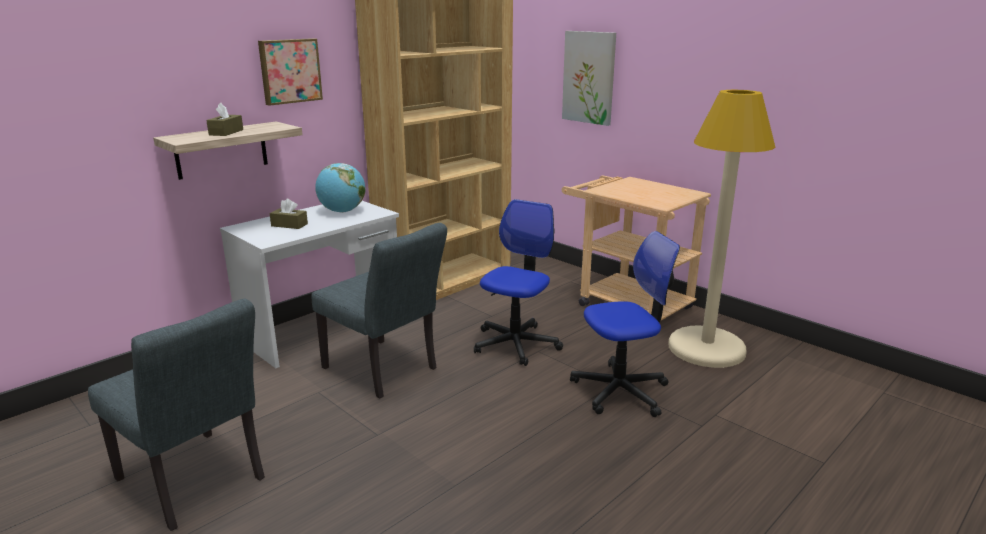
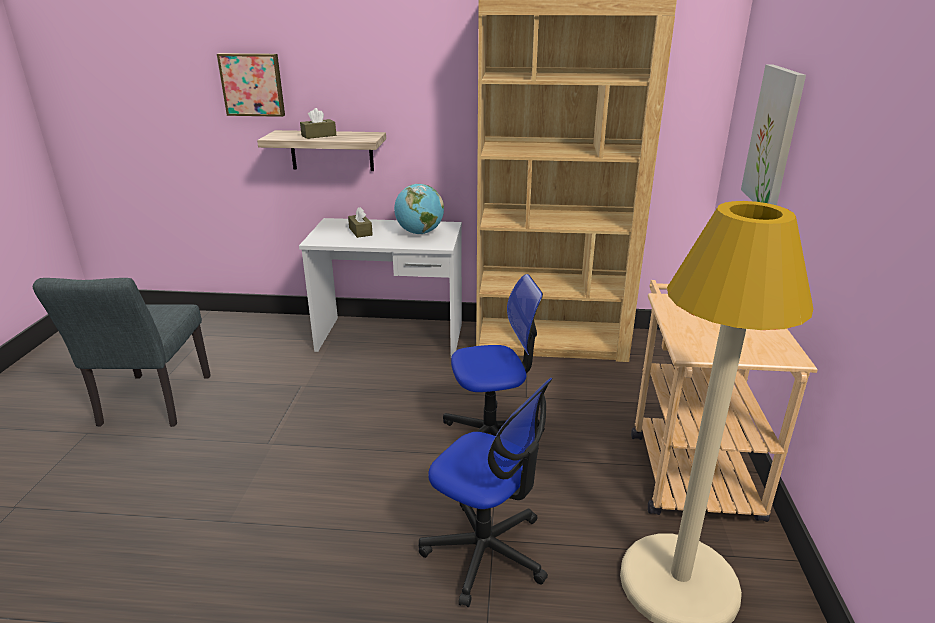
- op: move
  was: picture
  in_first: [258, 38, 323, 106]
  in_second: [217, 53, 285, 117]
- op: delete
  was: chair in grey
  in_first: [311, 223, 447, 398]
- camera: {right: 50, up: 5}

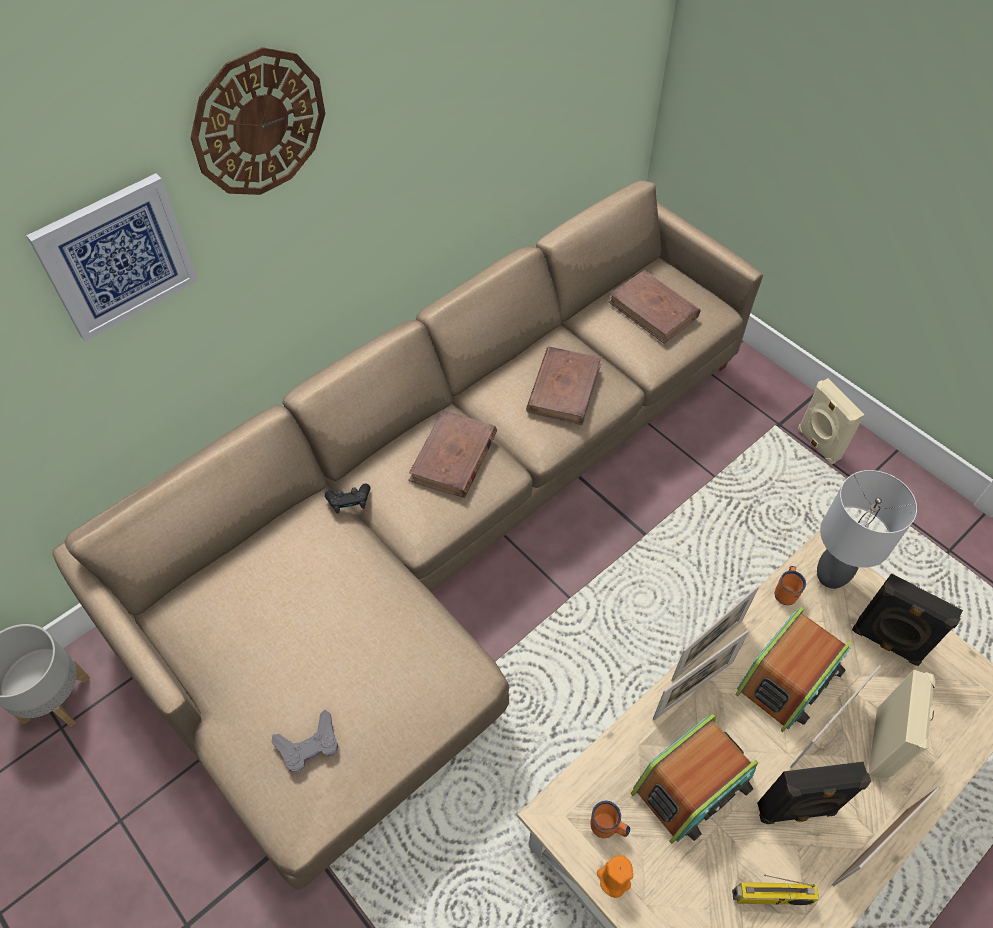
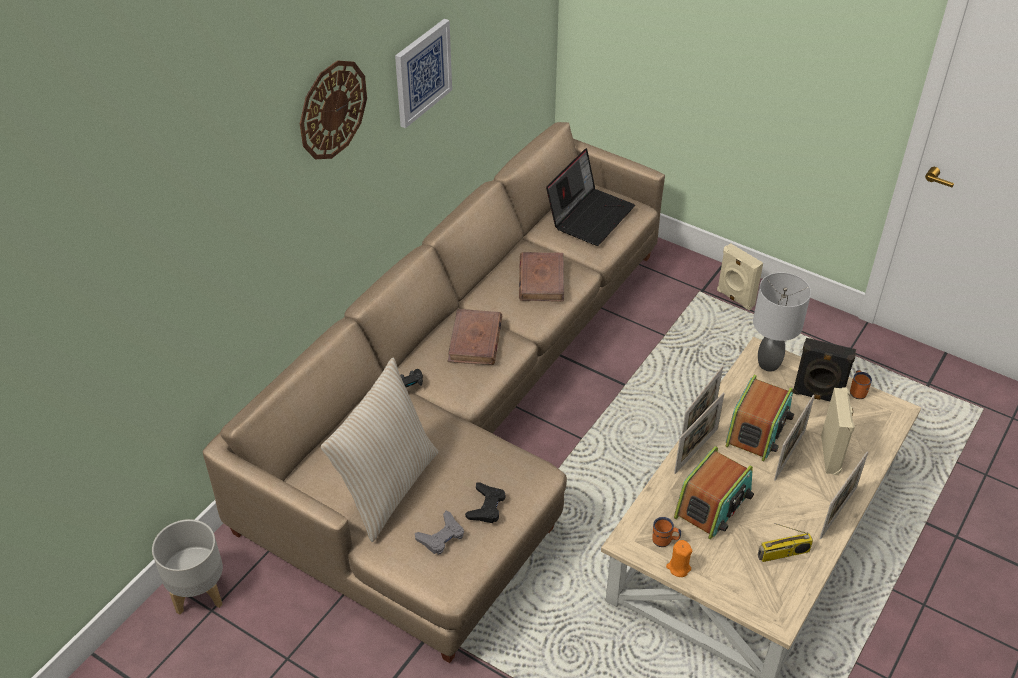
- op: move
  was: picture
  in_first: [26, 173, 198, 342]
  in_second: [395, 19, 452, 128]
- op: replace
  was: book in brown
  now: laptop
  in_first: [609, 270, 700, 343]
  in_second: [546, 148, 635, 246]
- op: delete
  was: speaker in black
  in_first: [757, 762, 871, 824]
- op: move
  was: mug in orange
  in_first: [775, 566, 806, 605]
  in_second: [850, 370, 872, 399]
- op: insert
  now: pillow in beige
  in_second: [321, 358, 439, 542]
- op: insert
  now: game controller in black
  in_second: [465, 482, 505, 523]
- camera: {right: -15, up: -10}

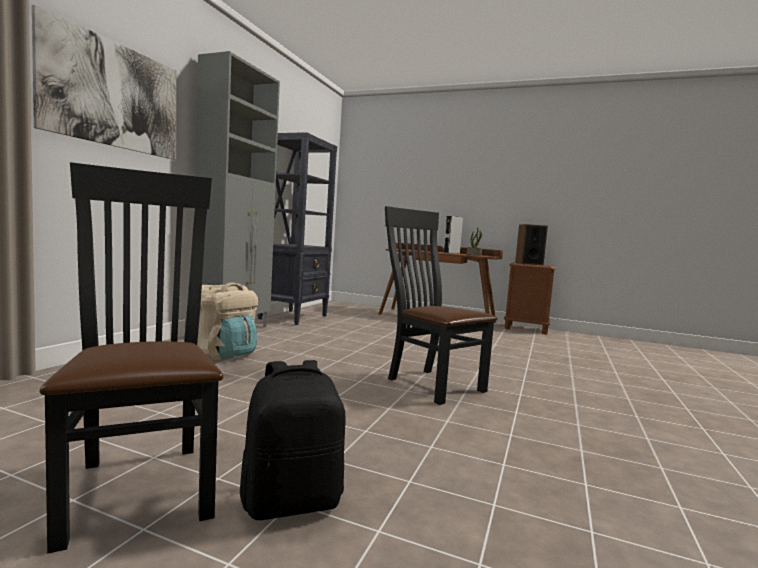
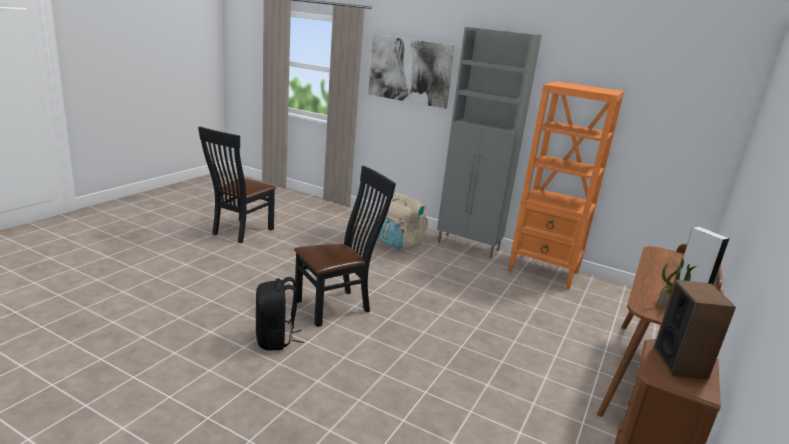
- op: rotate
  was: chair in black
  in_first: [40, 162, 223, 554]
  in_second: [198, 127, 276, 243]
  clockwise: 135
- op: move
  was: backpack in black
  in_first: [240, 360, 345, 520]
  in_second: [256, 277, 303, 350]
- op: recolor
  was: bookcase in black
  now: bookcase in orange
  in_first: [257, 132, 337, 325]
  in_second: [509, 81, 624, 289]
- camera: {right: 95, up: 15}

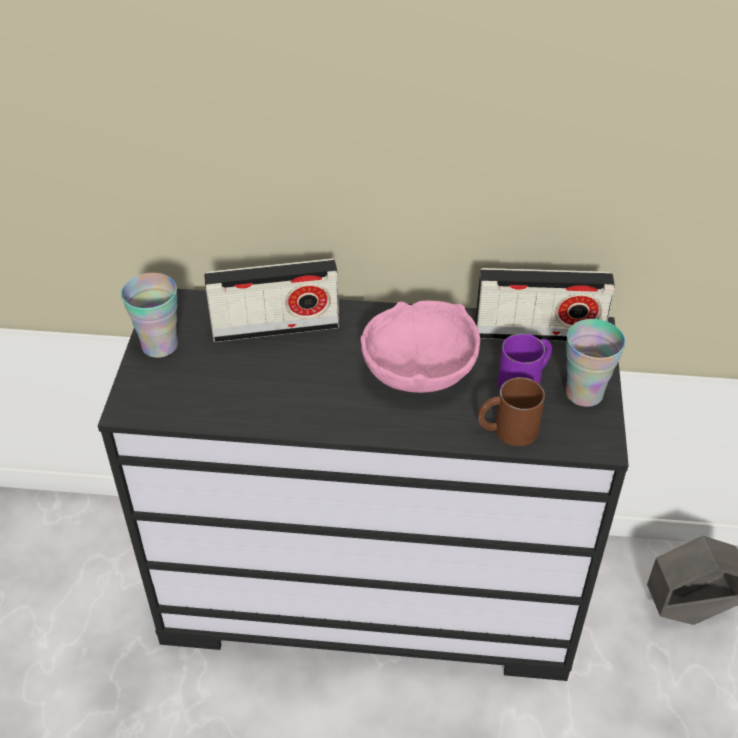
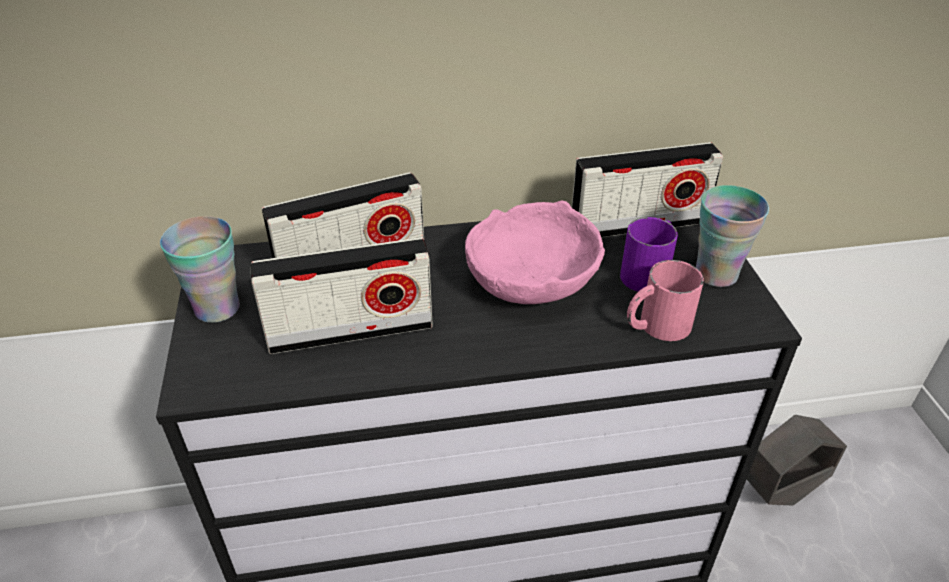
- op: recolor
  was: mug in brown
  now: mug in pink
  in_first: [478, 377, 545, 446]
  in_second: [627, 260, 704, 341]
- op: insert
  now: radio
  in_second: [250, 237, 433, 354]
- camera: {right: -15, up: -5}

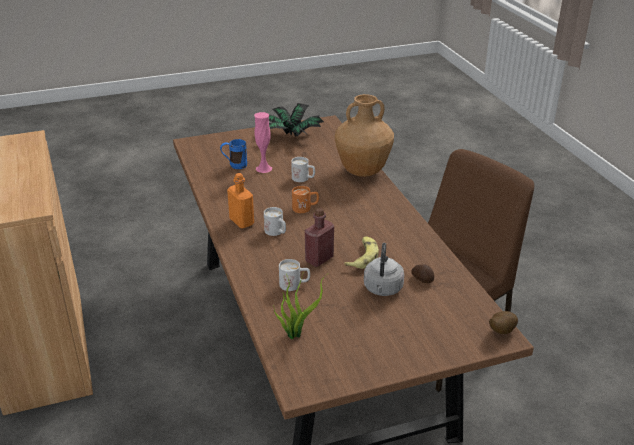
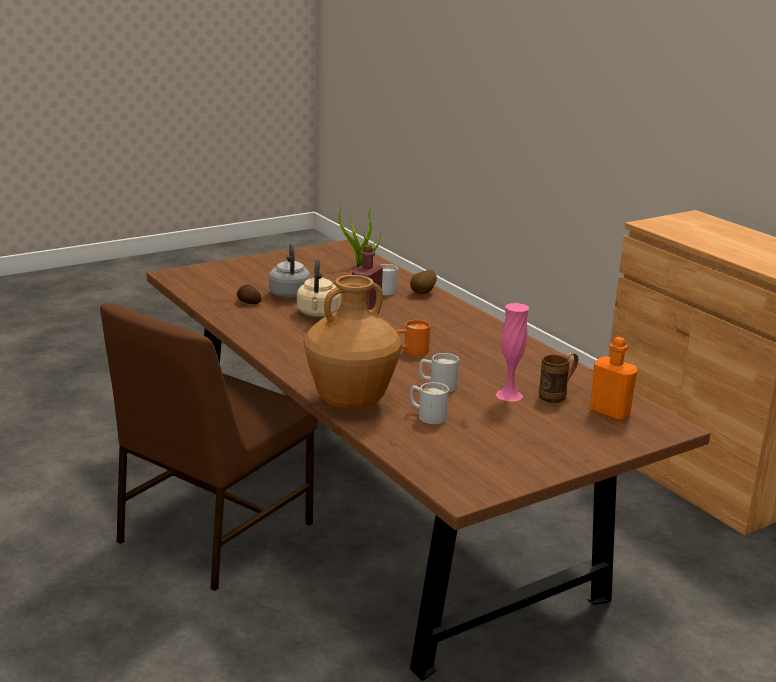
- op: recolor
  was: mug in blue
  now: mug in brown
  in_first: [220, 139, 247, 169]
  in_second: [539, 352, 579, 403]
- op: move
  was: bottle in orange
  in_first: [227, 173, 254, 229]
  in_second: [590, 337, 638, 421]
- op: move
  was: mug in white
  in_first: [264, 207, 286, 236]
  in_second: [410, 382, 449, 424]
- op: delete
  was: potted plant
  in_first: [269, 103, 324, 137]
- op: replace
  was: banana
  now: kettle in beige
  in_first: [344, 236, 379, 269]
  in_second: [297, 260, 341, 317]
- op: move
  was: potato
  in_first: [489, 311, 518, 334]
  in_second: [410, 270, 437, 294]
- camera: {right: 165, up: -10}

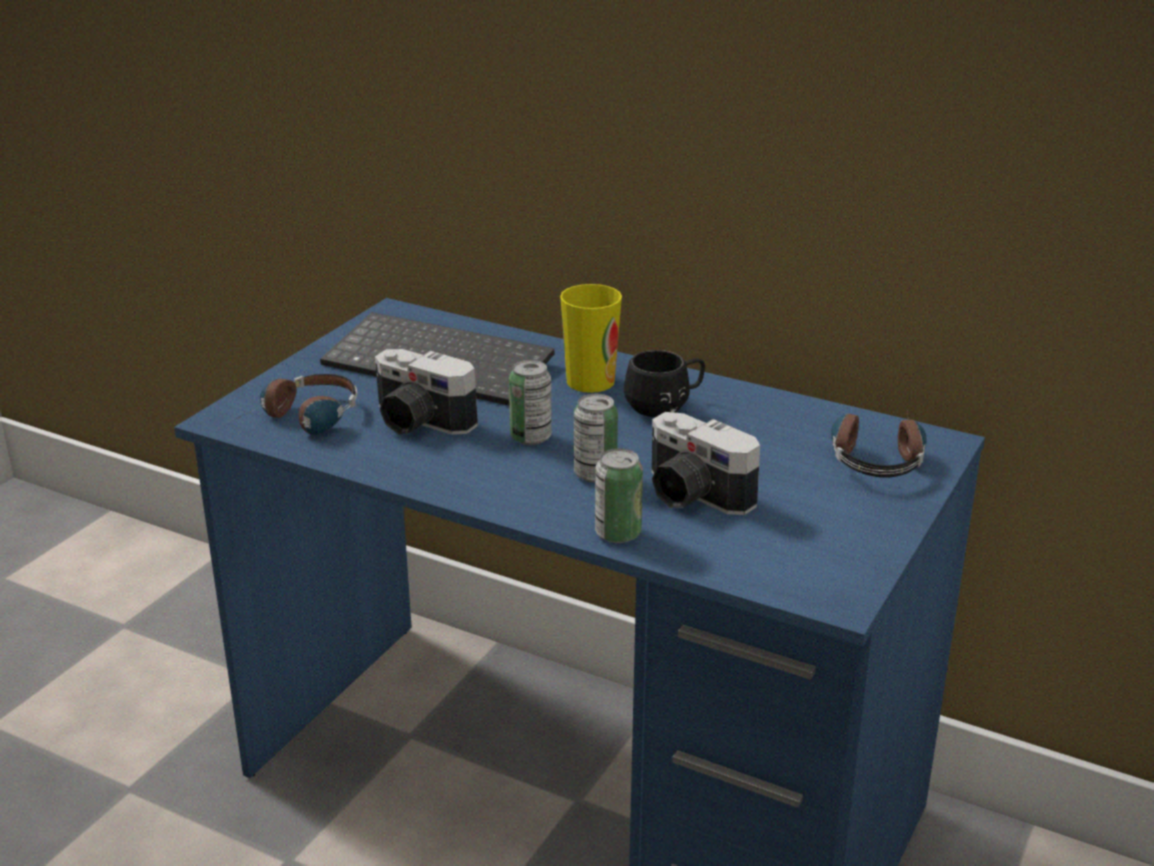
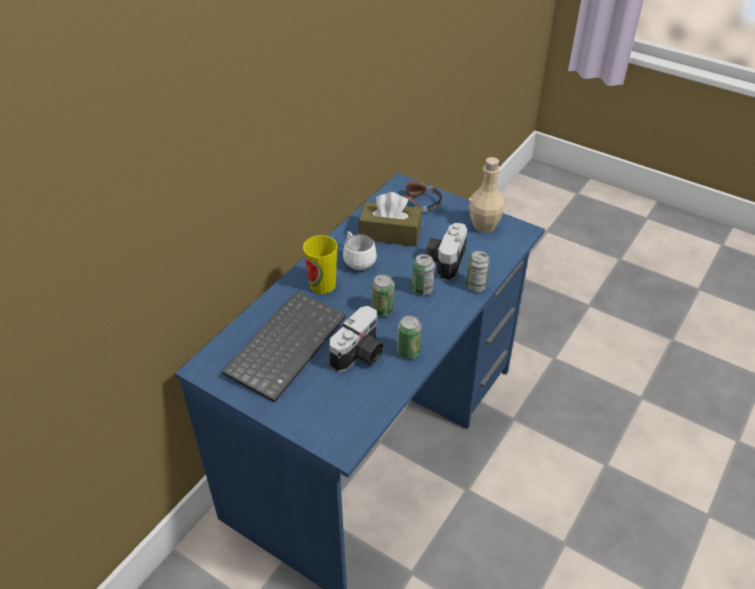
- op: delete
  was: headphones
  in_first: [234, 374, 357, 435]
- op: recolor
  was: mug in black
  now: mug in white
  in_first: [623, 350, 705, 417]
  in_second: [343, 231, 377, 270]
- op: rotate
  was: photo camera
  in_first: [652, 412, 760, 515]
  in_second: [426, 222, 467, 281]
  clockwise: 150
- op: insert
  now: tissue box in brown
  in_second: [359, 192, 422, 246]
- op: insert
  now: can
  in_second: [397, 315, 422, 359]
- op: insert
  now: bottle in beige
  in_second: [469, 157, 505, 233]
- camera: {right: -85, up: 15}

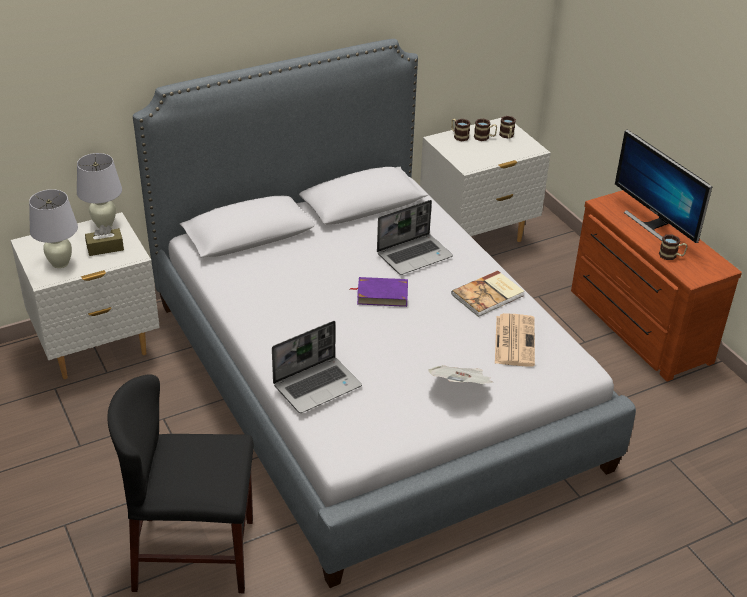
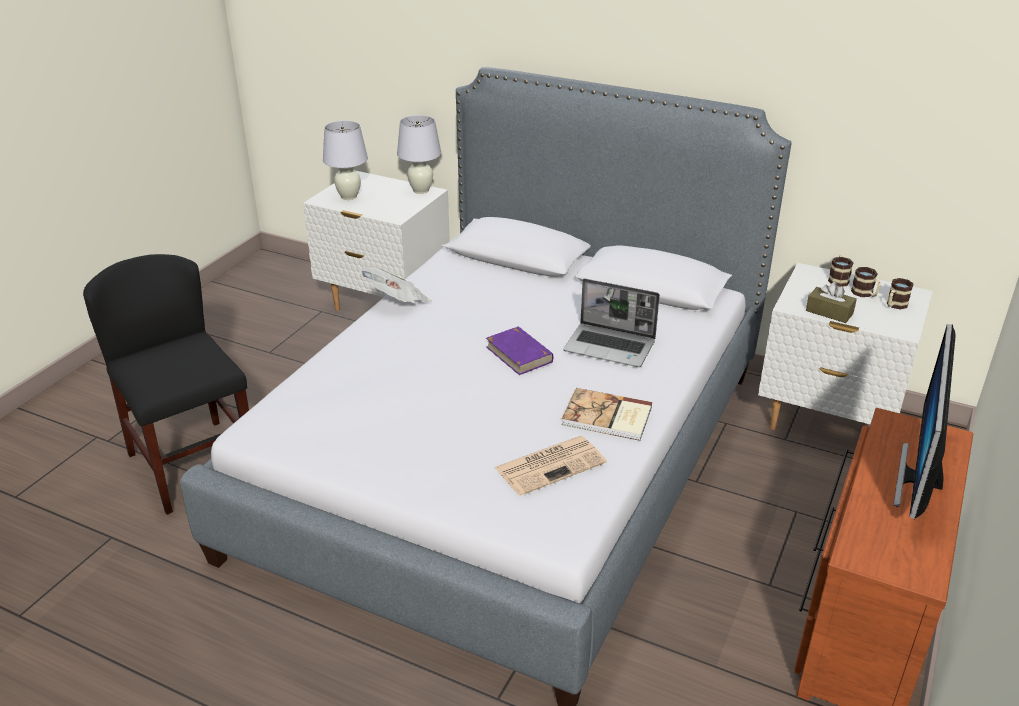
- op: move
  was: tissue box in brown
  in_first: [85, 225, 124, 256]
  in_second: [806, 282, 857, 323]
- op: delete
  was: laptop
  in_first: [272, 321, 362, 413]
- op: move
  was: newspaper
  in_first: [428, 365, 493, 384]
  in_second: [358, 266, 432, 303]
- op: delete
  was: mug
  in_first: [659, 235, 687, 260]
- camera: {right: 55, up: -5}

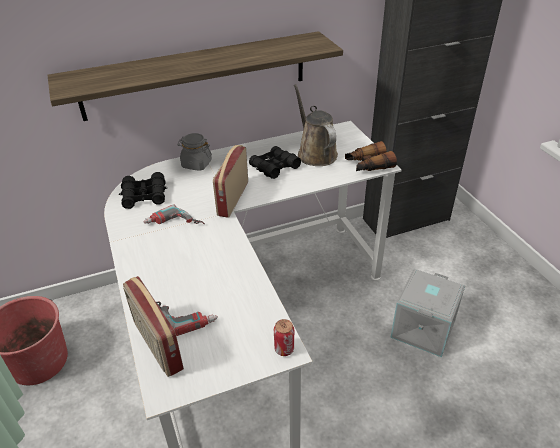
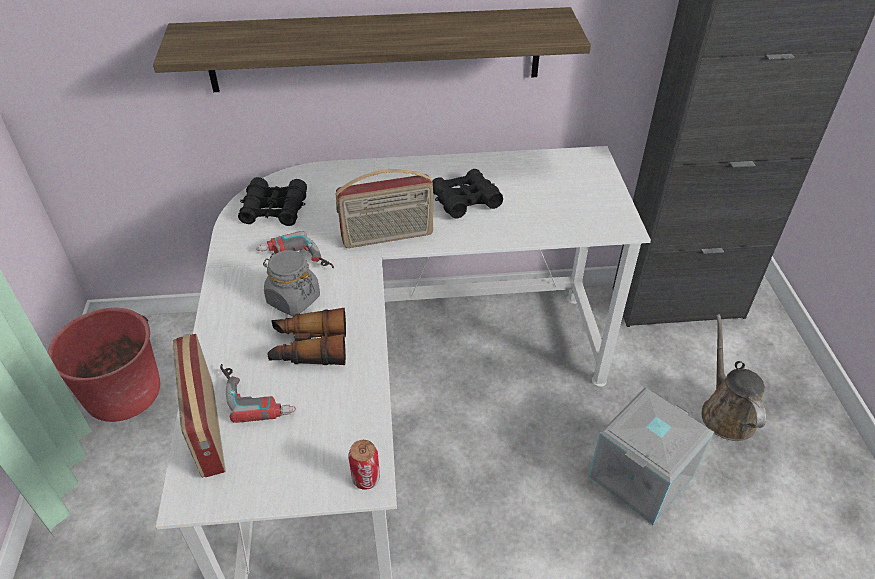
- op: move
  was: jar in grey
  in_first: [177, 133, 212, 171]
  in_second: [263, 250, 320, 316]
- op: rotate
  was: radio
  in_first: [213, 145, 248, 218]
  in_second: [336, 169, 433, 248]
  clockwise: -135
- op: move
  was: watering can in brown
  in_first: [294, 84, 338, 166]
  in_second: [702, 314, 766, 441]
- op: move
  was: binoculars
  in_first: [345, 141, 397, 171]
  in_second: [267, 308, 346, 365]
- camera: {right: 15, up: 5}

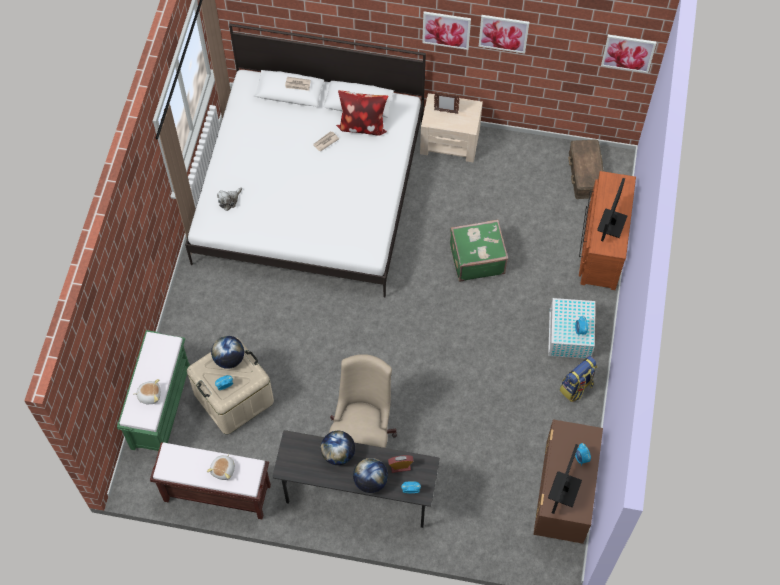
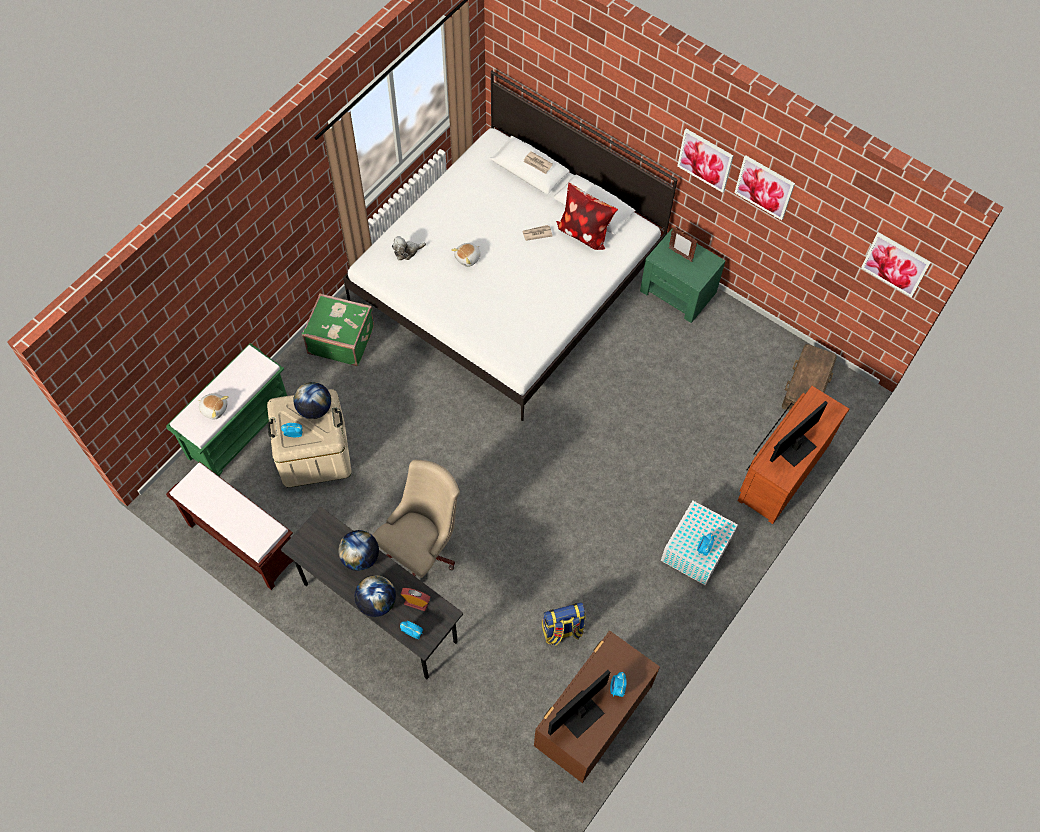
- op: move
  was: plush toy
  in_first: [207, 454, 235, 480]
  in_second: [451, 243, 481, 267]
- op: recolor
  was: nightstand in beige
  now: nightstand in green
  in_first: [420, 93, 483, 162]
  in_second: [640, 229, 725, 323]
- op: move
  was: suitcase in green
  in_first: [450, 219, 508, 282]
  in_second: [302, 293, 374, 366]
- op: move
  was: backpack
  in_first: [560, 356, 597, 402]
  in_second: [542, 602, 586, 646]
- camera: {right: 25, up: 0}

